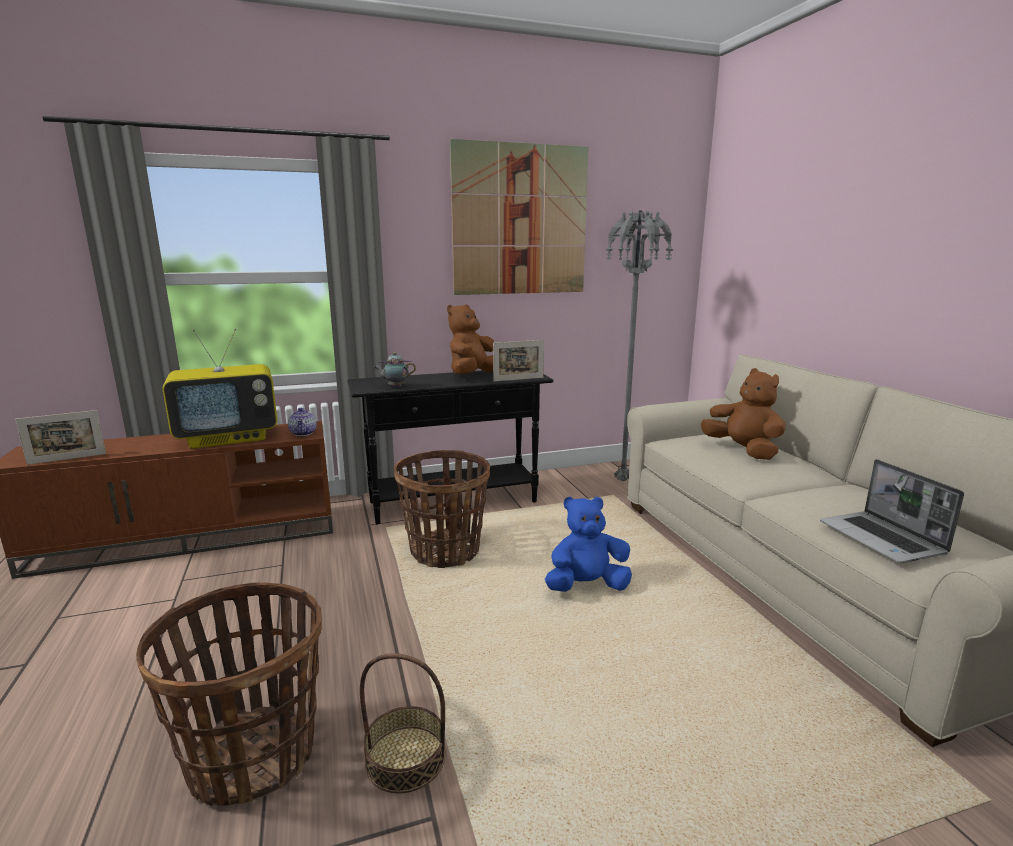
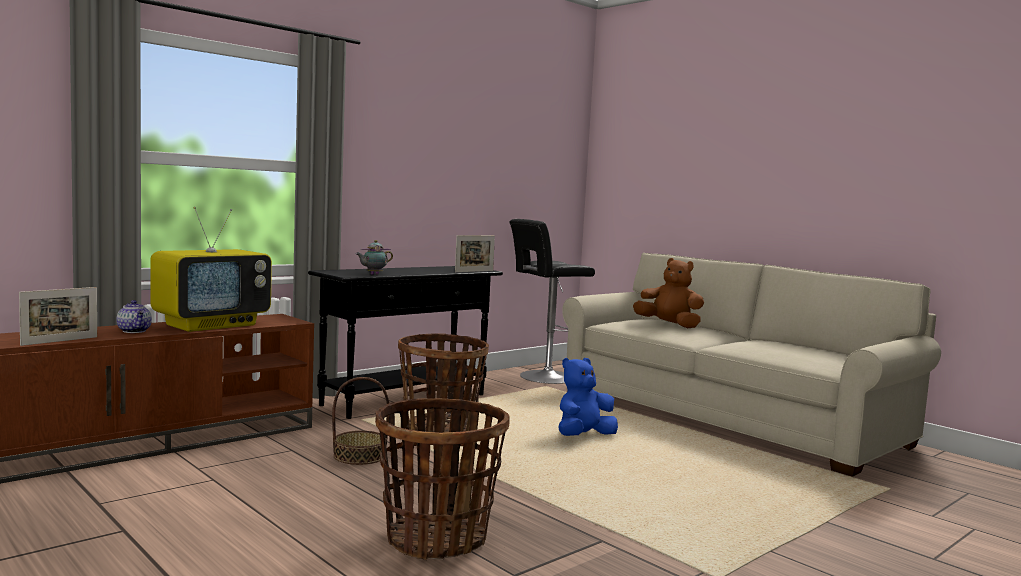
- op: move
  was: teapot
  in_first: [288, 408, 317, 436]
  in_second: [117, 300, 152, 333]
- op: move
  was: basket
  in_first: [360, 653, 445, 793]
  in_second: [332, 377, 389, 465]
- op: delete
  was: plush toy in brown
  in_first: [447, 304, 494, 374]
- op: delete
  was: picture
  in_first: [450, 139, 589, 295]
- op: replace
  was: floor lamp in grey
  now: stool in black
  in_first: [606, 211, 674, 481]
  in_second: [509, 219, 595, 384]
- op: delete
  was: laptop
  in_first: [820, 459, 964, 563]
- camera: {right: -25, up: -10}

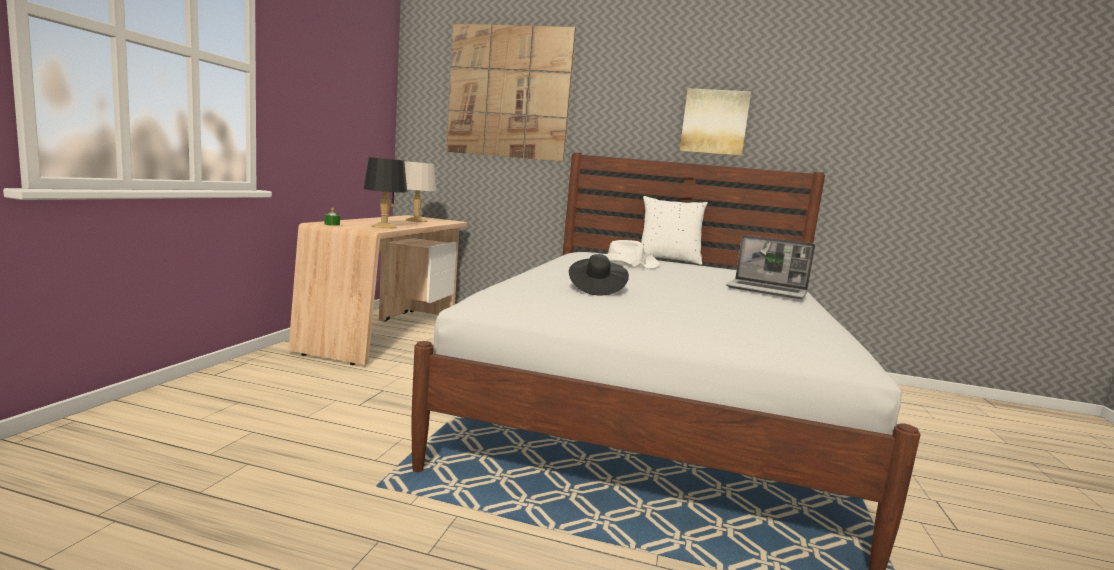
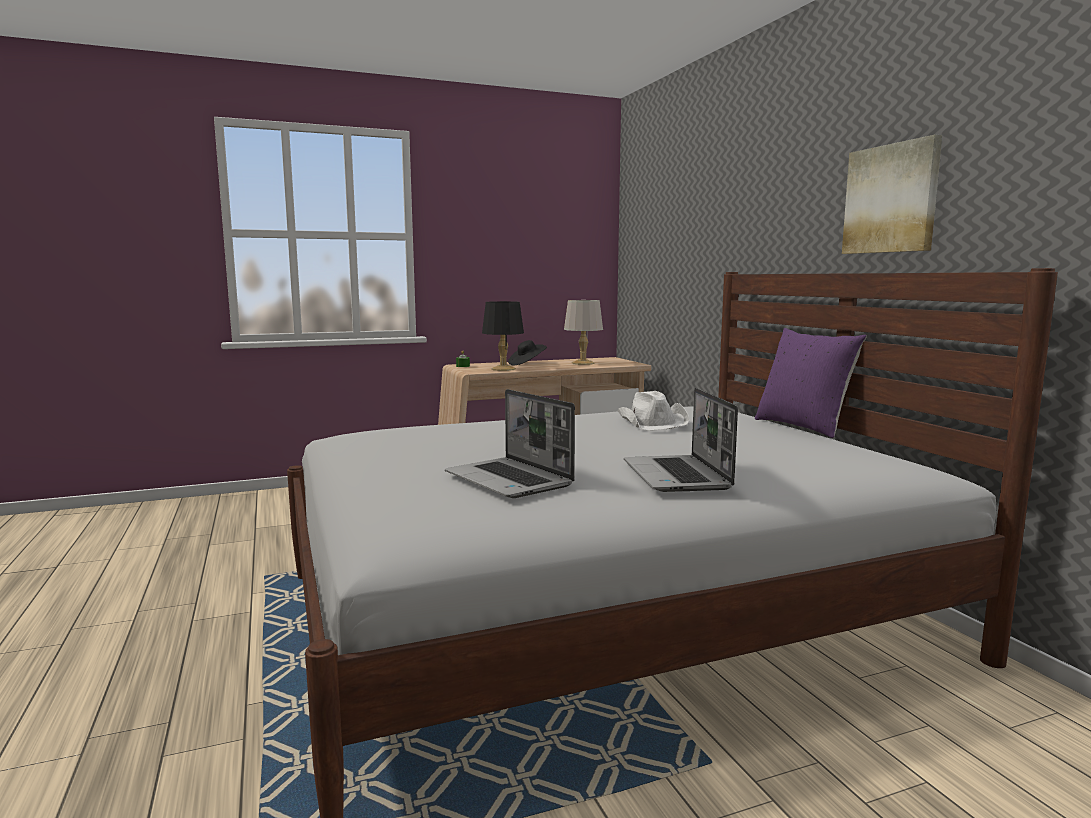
- op: delete
  was: picture
  in_first: [446, 24, 576, 162]
- op: move
  was: hat in black
  in_first: [569, 254, 629, 295]
  in_second: [508, 340, 547, 365]
- op: recolor
  was: pillow in white
  now: pillow in purple
  in_first: [641, 196, 708, 265]
  in_second: [755, 328, 867, 438]
- op: insert
  now: laptop
  in_second: [445, 389, 575, 498]
- camera: {right: 55, up: 0}

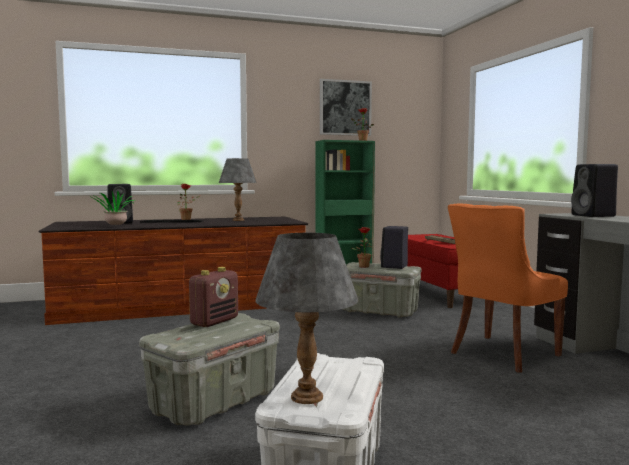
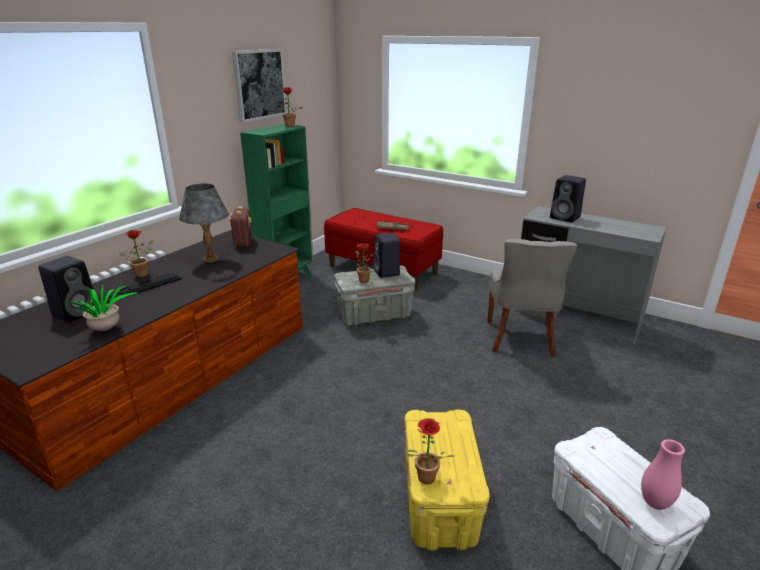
- op: recolor
  was: storage box in grey
  now: storage box in yellow
  in_first: [139, 313, 280, 426]
  in_second: [404, 410, 490, 551]
- op: move
  was: radio
  in_first: [189, 267, 238, 327]
  in_second: [228, 206, 252, 247]
- op: replace
  was: table lamp in grey
  now: vase in pink
  in_first: [255, 233, 358, 404]
  in_second: [641, 439, 685, 510]
- op: recolor
  was: chair in orange
  now: chair in grey
  in_first: [448, 203, 568, 373]
  in_second: [487, 239, 577, 357]
- op: insert
  now: potted plant
  in_second: [406, 418, 454, 484]
- camera: {right: -40, up: 20}

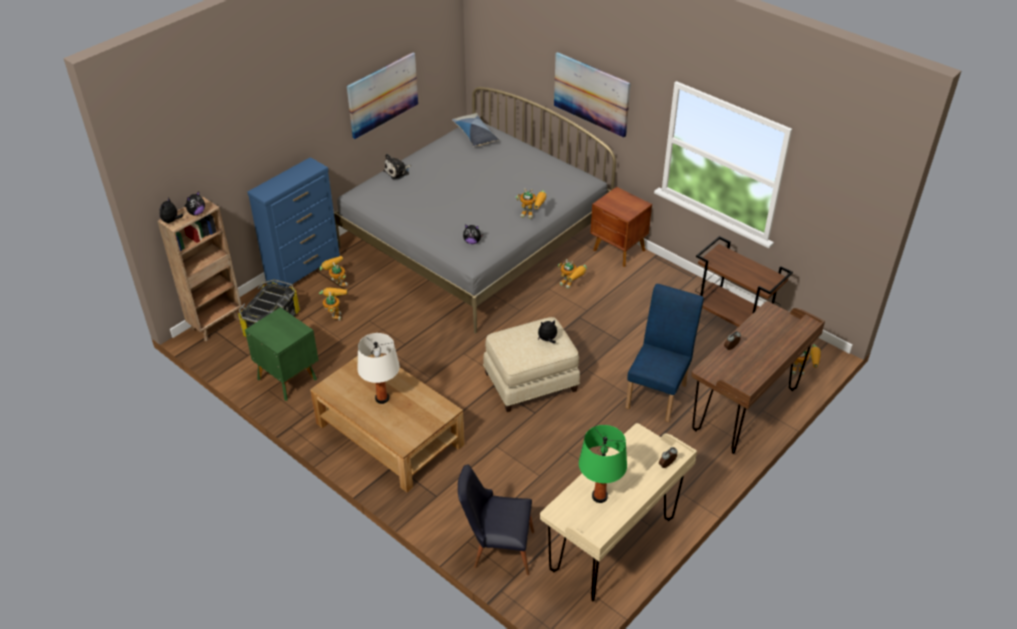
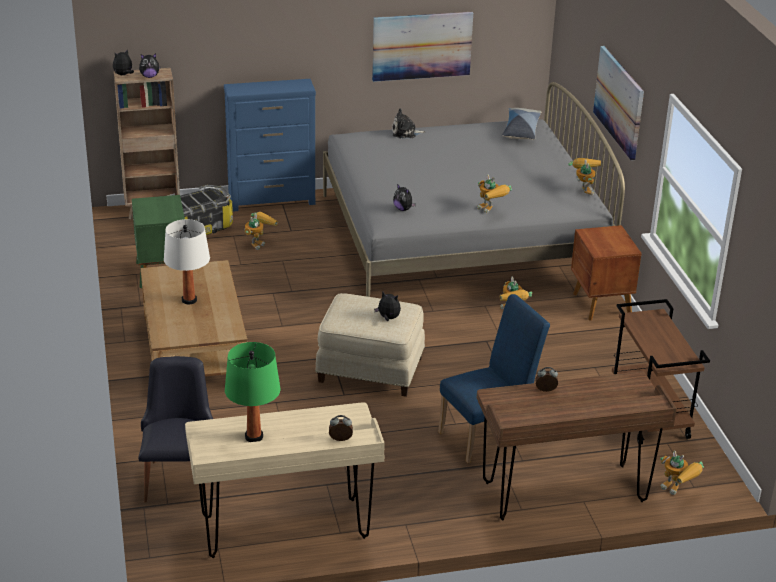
- op: move
  was: toy robot
  in_first: [319, 256, 348, 286]
  in_second: [568, 158, 601, 196]
- op: rotate
  was: chair in black
  in_first: [458, 464, 534, 575]
  in_second: [138, 356, 213, 503]
  clockwise: 45
- camera: {right: 35, up: -10}

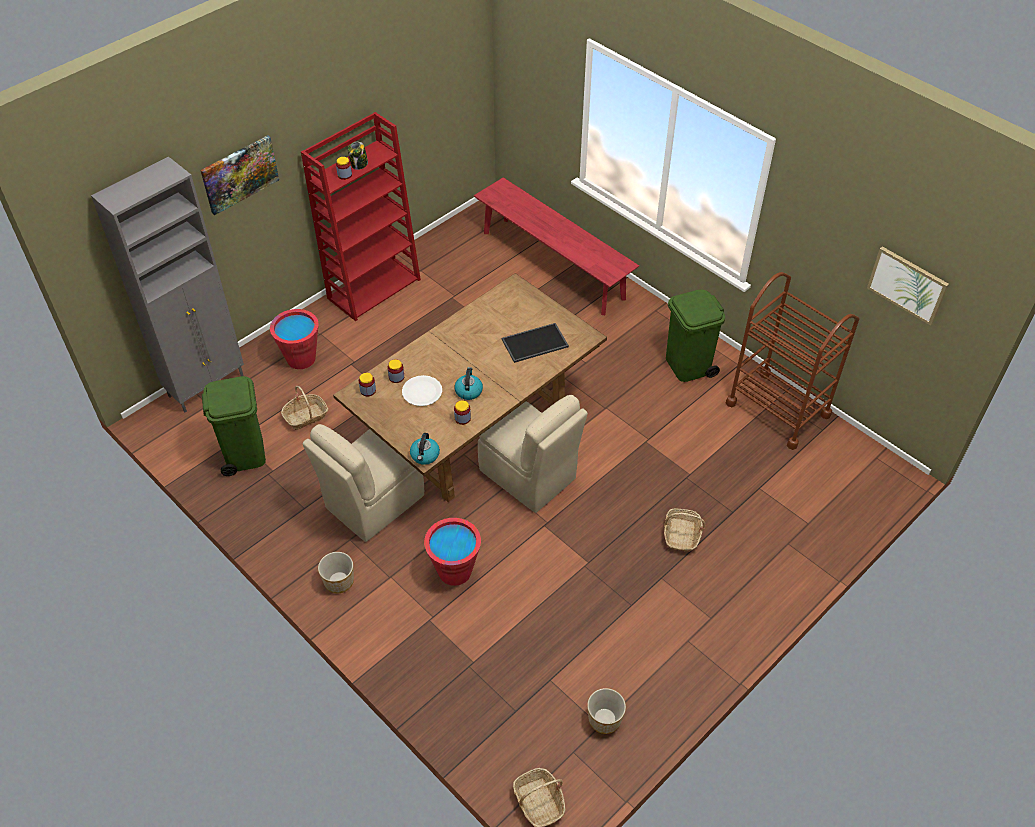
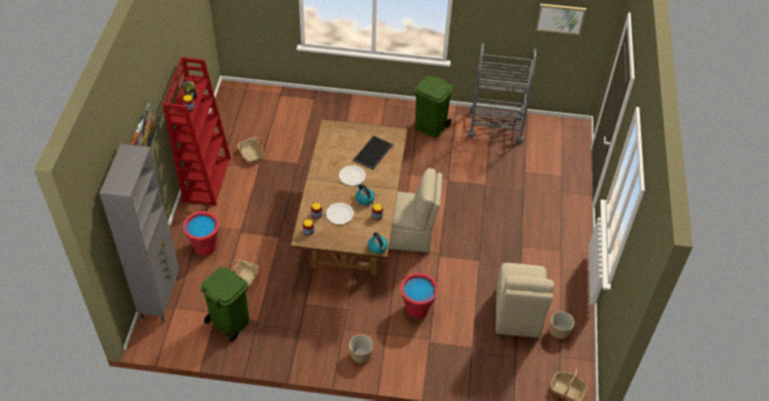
- op: move
  was: chair in beige
  in_first: [302, 424, 424, 542]
  in_second: [496, 263, 554, 338]
- op: delete
  was: bench in red
  in_first: [474, 177, 639, 315]
- op: move
  was: basket
  in_first: [664, 509, 705, 552]
  in_second: [237, 137, 264, 164]
- op: recolor
  was: cart in brown
  now: cart in grey
  in_first: [726, 272, 859, 450]
  in_second: [468, 43, 536, 143]
- op: insert
  now: plate in white
  in_second: [339, 165, 366, 186]
- camera: {right: -40, up: 0}

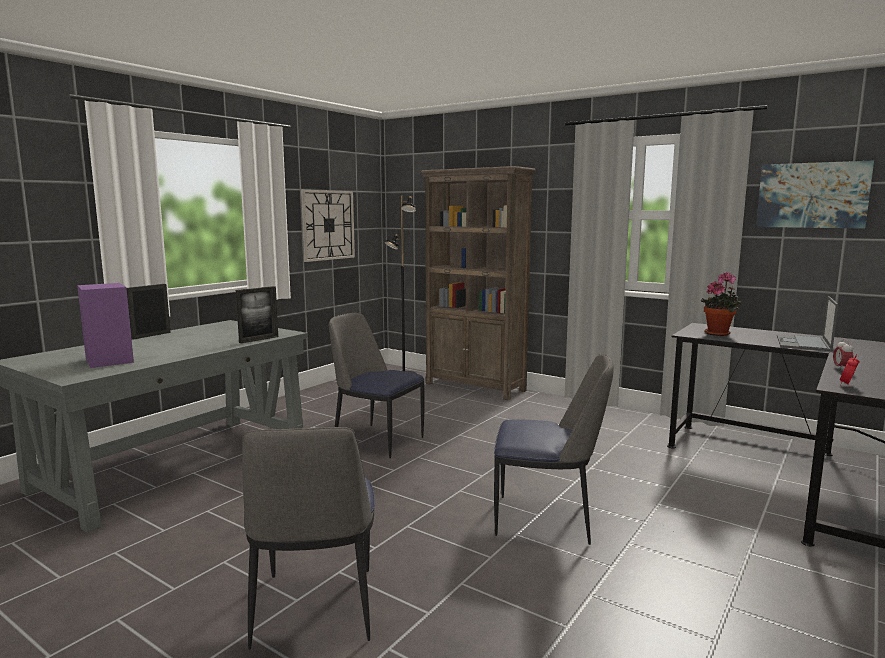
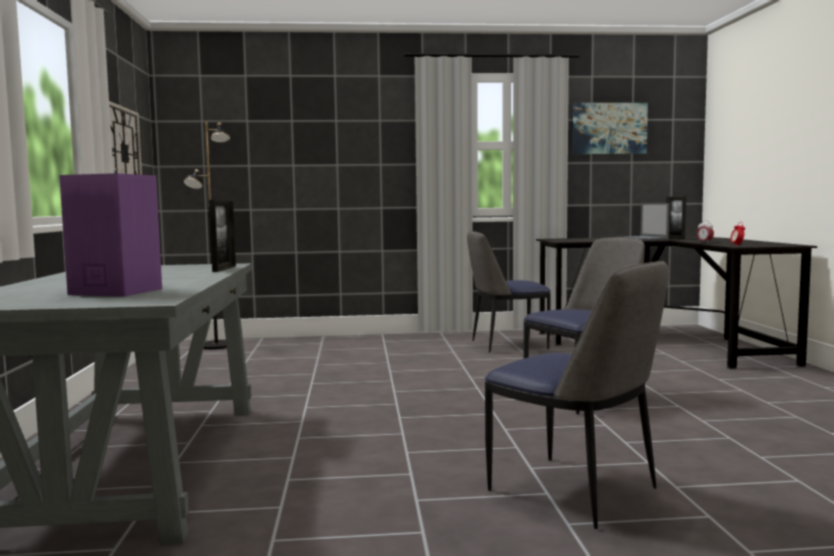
- op: move
  was: picture frame
  in_first: [126, 284, 171, 340]
  in_second: [666, 196, 686, 240]
- op: move
  was: chair
  in_first: [329, 313, 425, 458]
  in_second: [467, 231, 551, 352]
- op: delete
  was: bookcase in brown
  in_first: [421, 166, 536, 400]
- op: delete
  was: potted plant
  in_first: [701, 272, 742, 336]
- camera: {right: -40, up: -5}

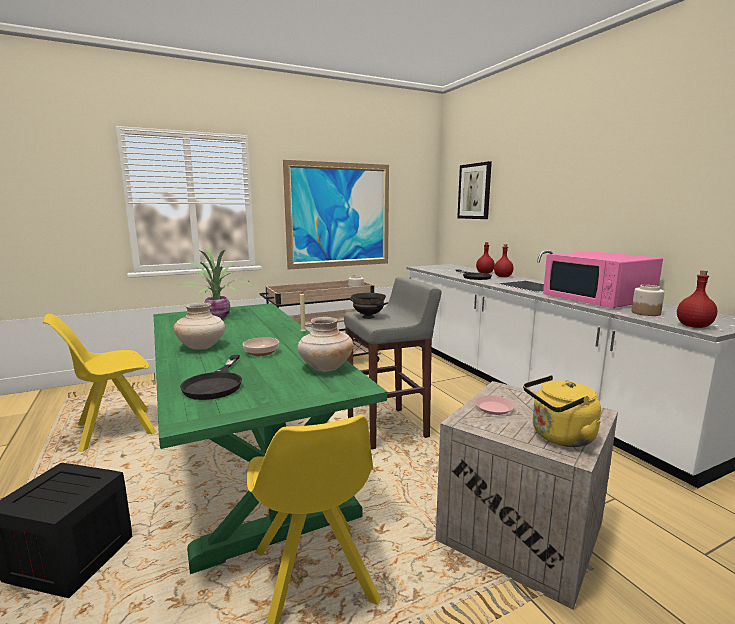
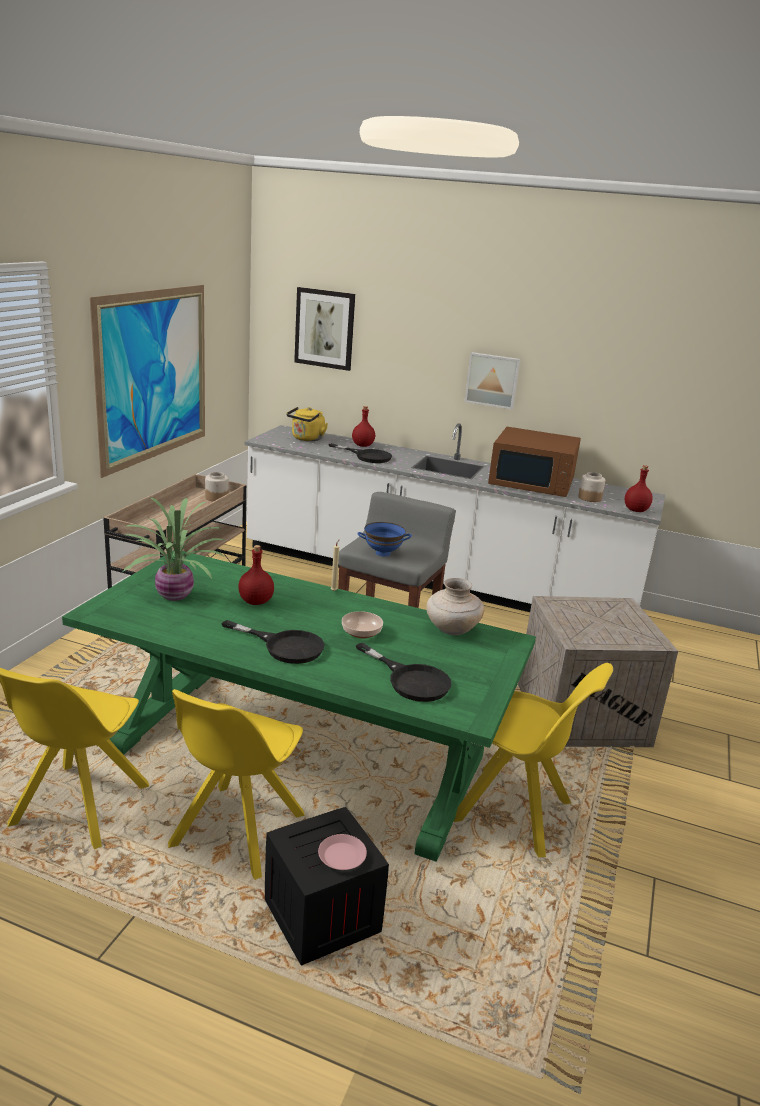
- op: replace
  was: vase in beige
  now: frying pan in black
  in_first: [174, 303, 225, 350]
  in_second: [222, 620, 324, 664]
- op: recolor
  was: bowl in black
  now: bowl in blue
  in_first: [350, 293, 388, 319]
  in_second: [357, 522, 412, 557]
- op: move
  was: plate in pink
  in_first: [474, 396, 515, 415]
  in_second: [318, 834, 367, 870]
- op: move
  was: bottle in red
  in_first: [494, 244, 514, 277]
  in_second: [238, 545, 274, 605]
- op: move
  was: kettle in yellow
  in_first: [523, 375, 601, 447]
  in_second: [287, 407, 328, 441]
- op: recolor
  was: microwave in pink
  now: microwave in brown
  in_first: [543, 251, 663, 308]
  in_second: [488, 427, 581, 497]
- op: insert
  now: chair in yellow
  in_second: [168, 689, 305, 880]
- op: insert
  now: picture
  in_second: [465, 352, 521, 409]
- camera: {right: -45, up: 10}

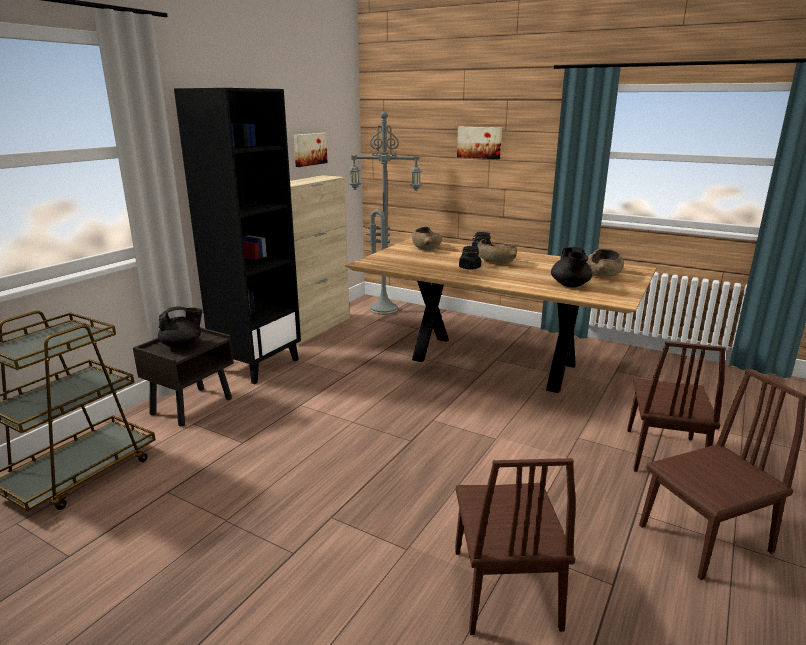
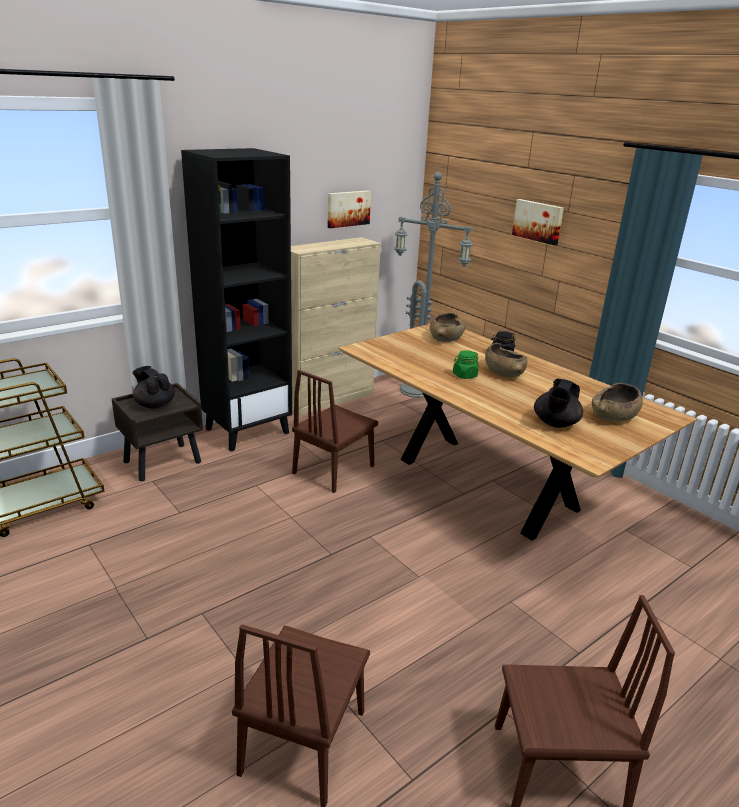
- op: rotate
  was: teapot in black
  in_first: [158, 307, 203, 348]
  in_second: [132, 366, 175, 409]
  clockwise: -135
- op: recolor
  was: jar in black
  now: jar in green
  in_first: [459, 246, 481, 270]
  in_second: [453, 350, 479, 379]
- op: move
  was: chair in brown
  in_first: [627, 341, 726, 472]
  in_second: [292, 370, 378, 493]
- camera: {right: 20, up: 5}

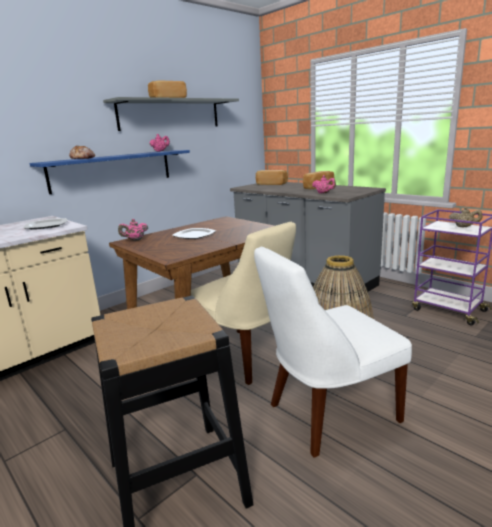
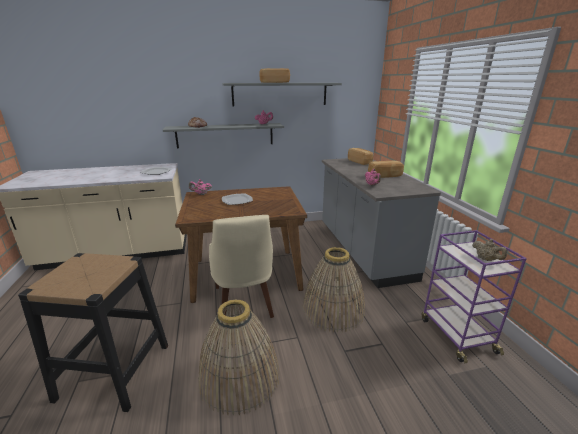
- op: recolor
  was: shelf in blue
  now: shelf in grey
  in_first: [30, 150, 190, 194]
  in_second: [163, 123, 284, 148]
- op: replace
  was: chair in white
  now: basket
  in_first: [254, 247, 412, 458]
  in_second: [198, 299, 279, 415]
- camera: {right: 30, up: 5}

